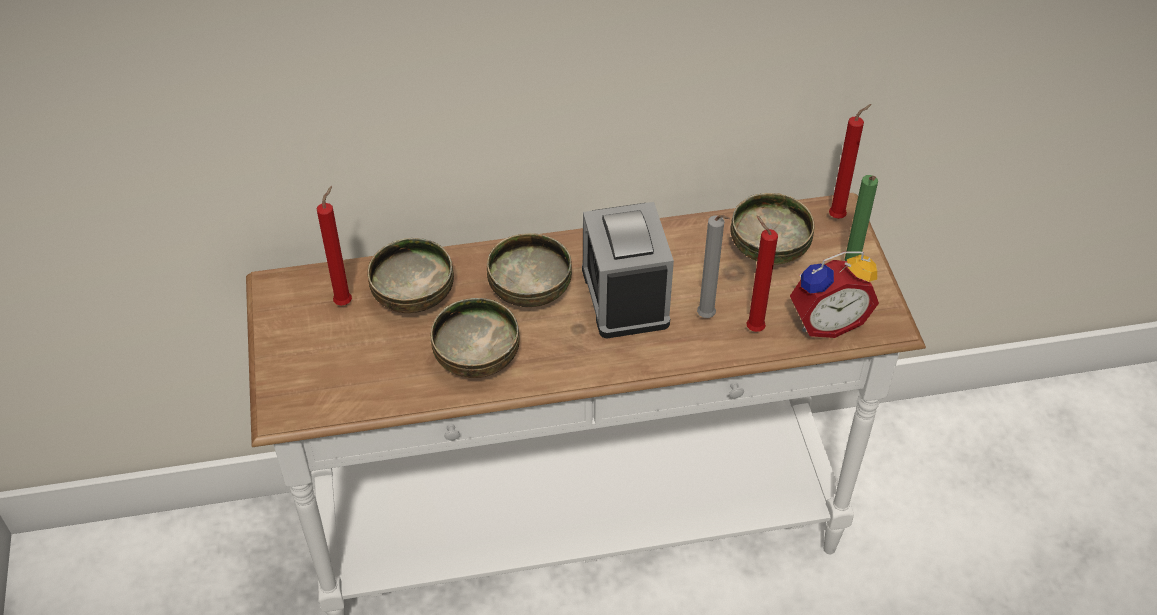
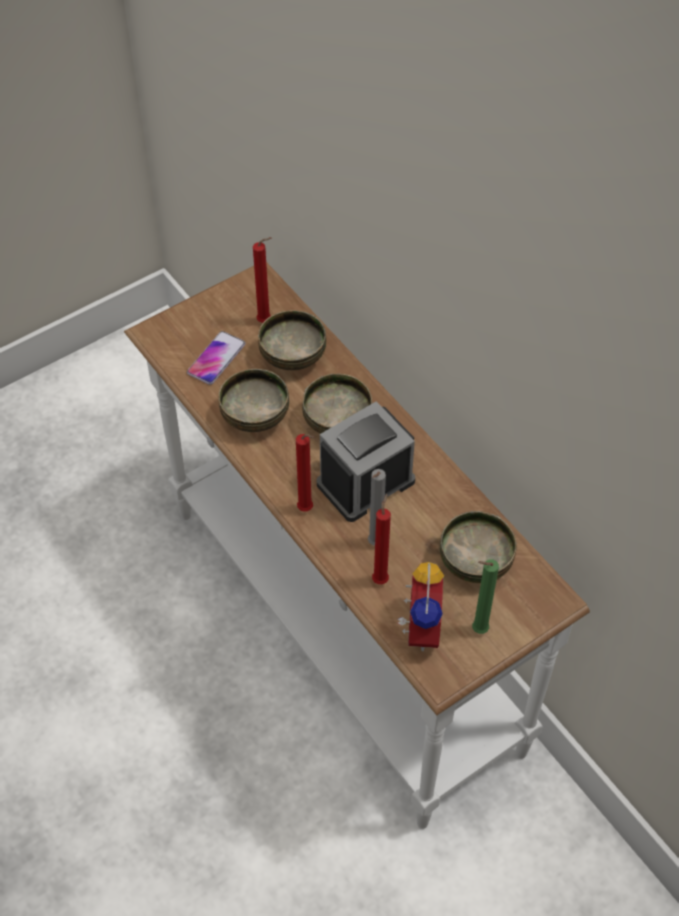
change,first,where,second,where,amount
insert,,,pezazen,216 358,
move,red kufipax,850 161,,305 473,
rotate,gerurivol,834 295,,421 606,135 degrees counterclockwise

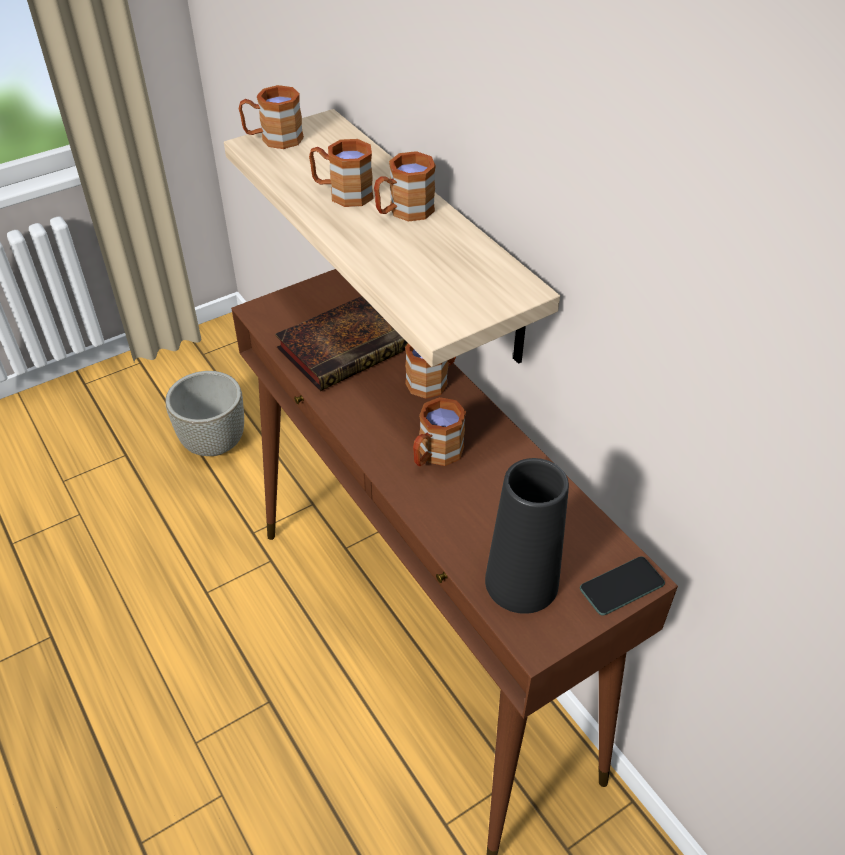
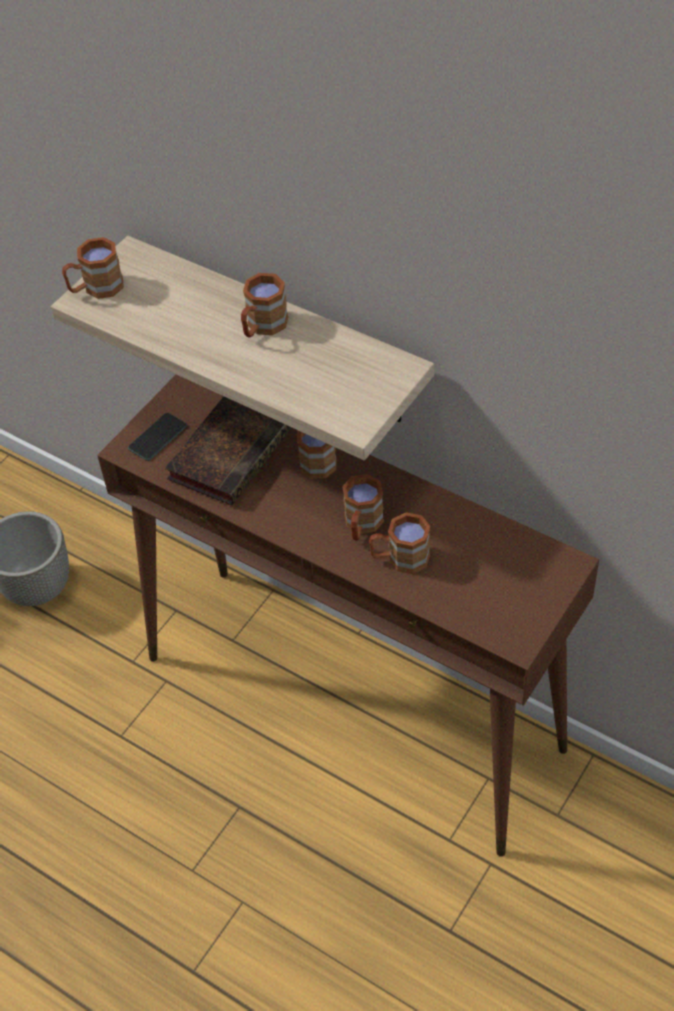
change,first,where,second,where,amount
delete,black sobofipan,527 536,,,
move,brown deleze,341 173,,399 543,
move,pezazen,622 586,,157 437,

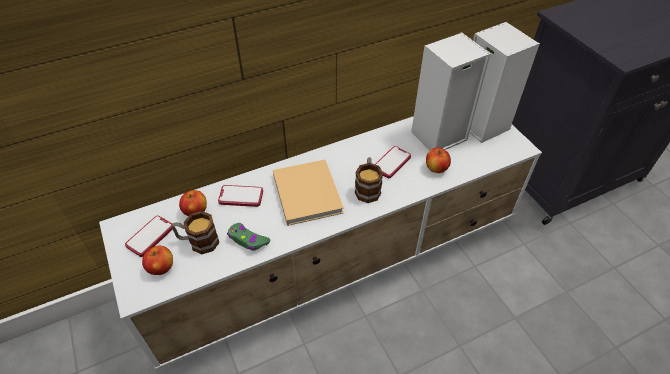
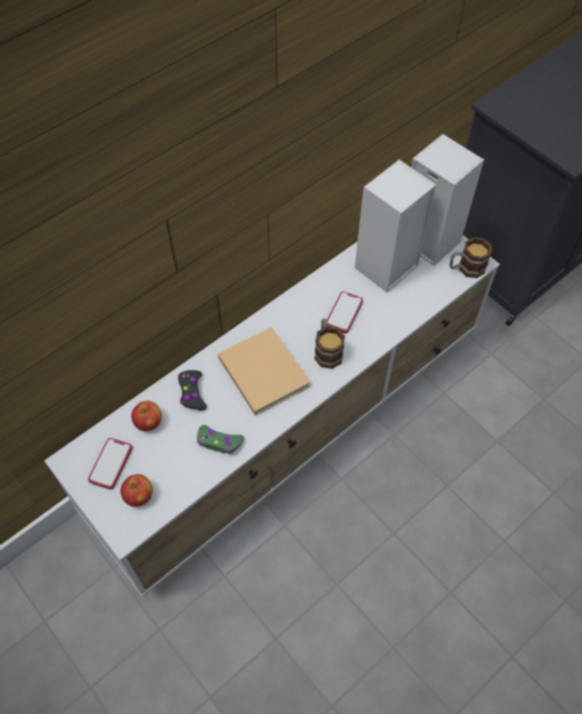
change,first,where,second,where,amount
delete,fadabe,438 160,,,
move,deleze,195 232,,471 257,
replace,pezazen,240 196,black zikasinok,192 390,

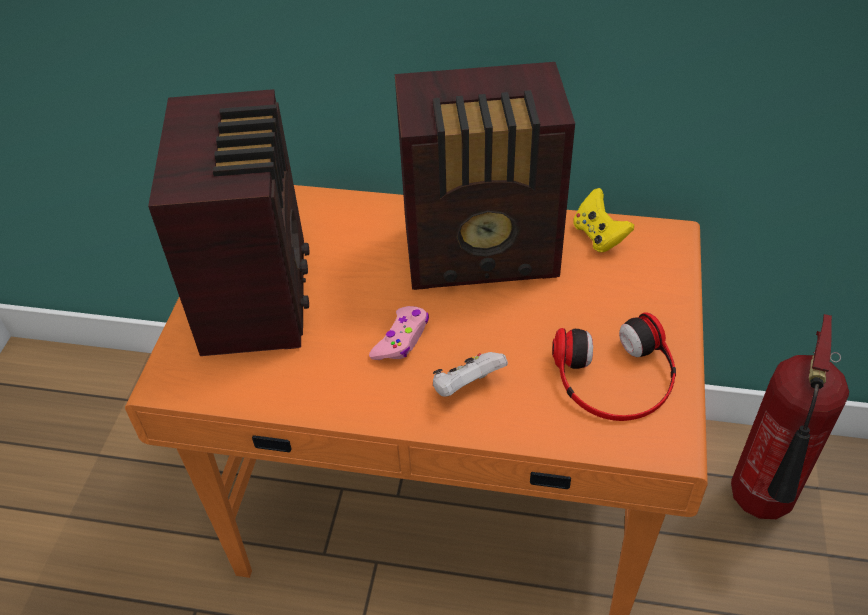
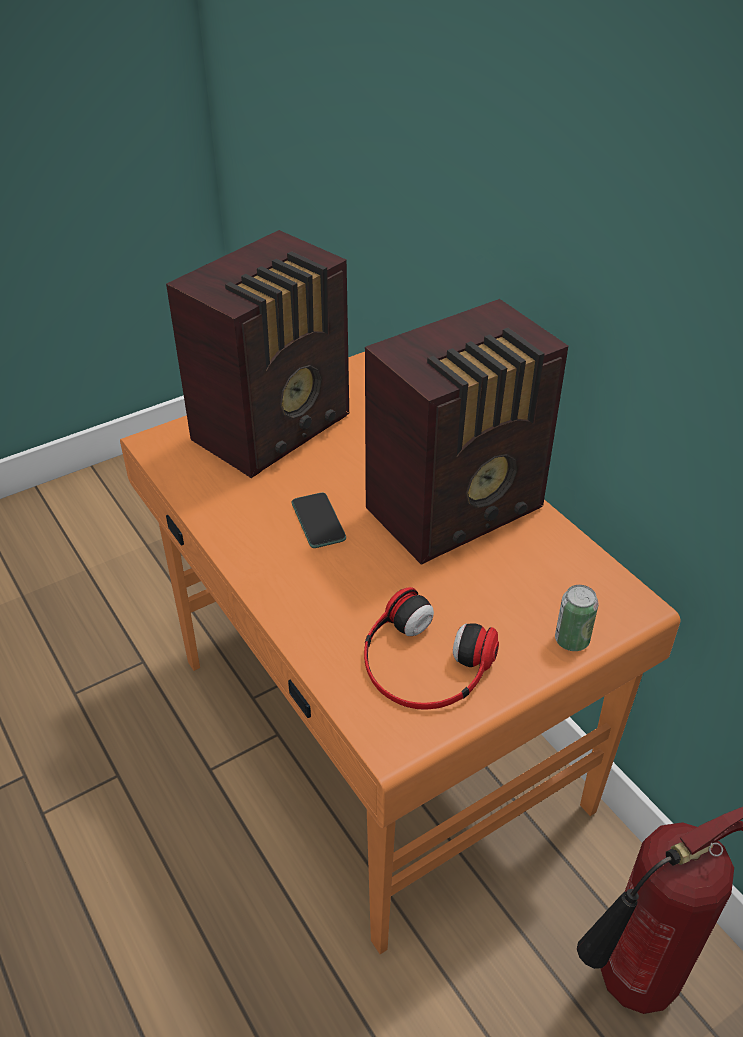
change,first,where,second,where,amount
delete,white zikasinok,470 374,,,
delete,yellow zikasinok,603 220,,,
insert,,,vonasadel,576 618,
replace,pink zikasinok,399 333,pezazen,319 520,
rotate,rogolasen,485 176,,467 432,75 degrees counterclockwise

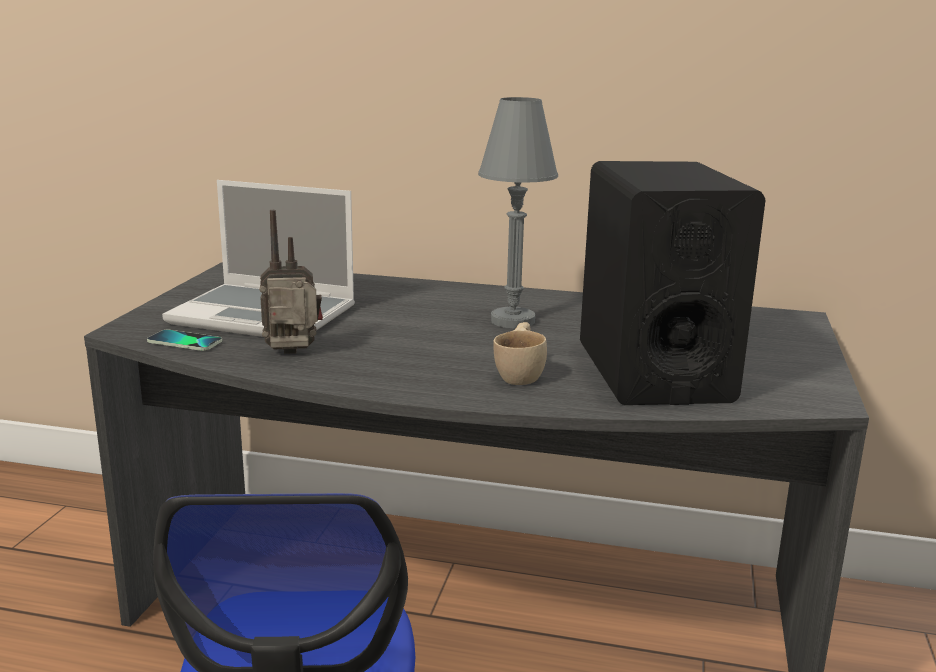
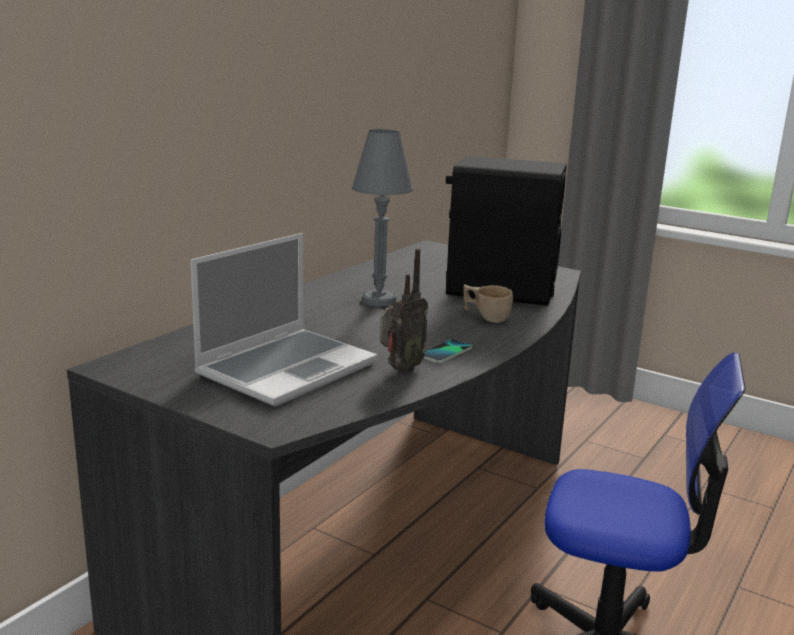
change,first,where,second,where,amount
move,pezazen,184 340,,448 351,
rotate,rogolasen,291 282,,404 310,150 degrees counterclockwise

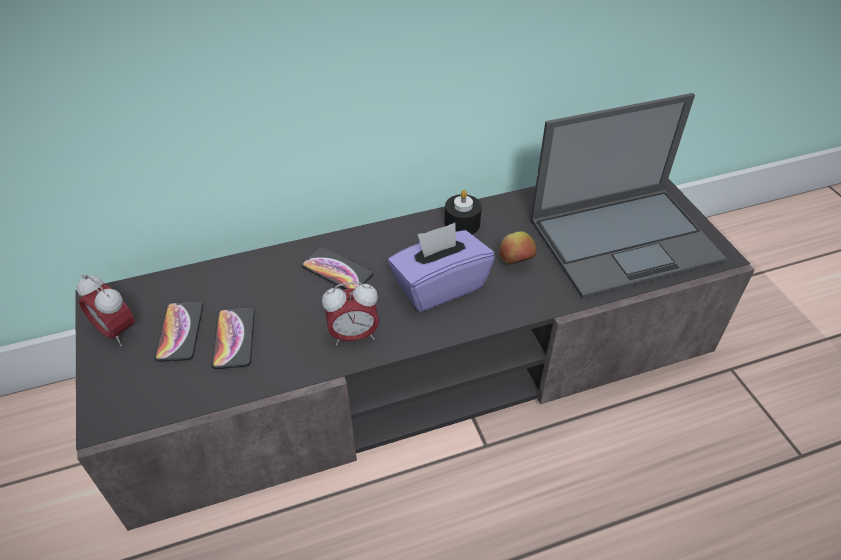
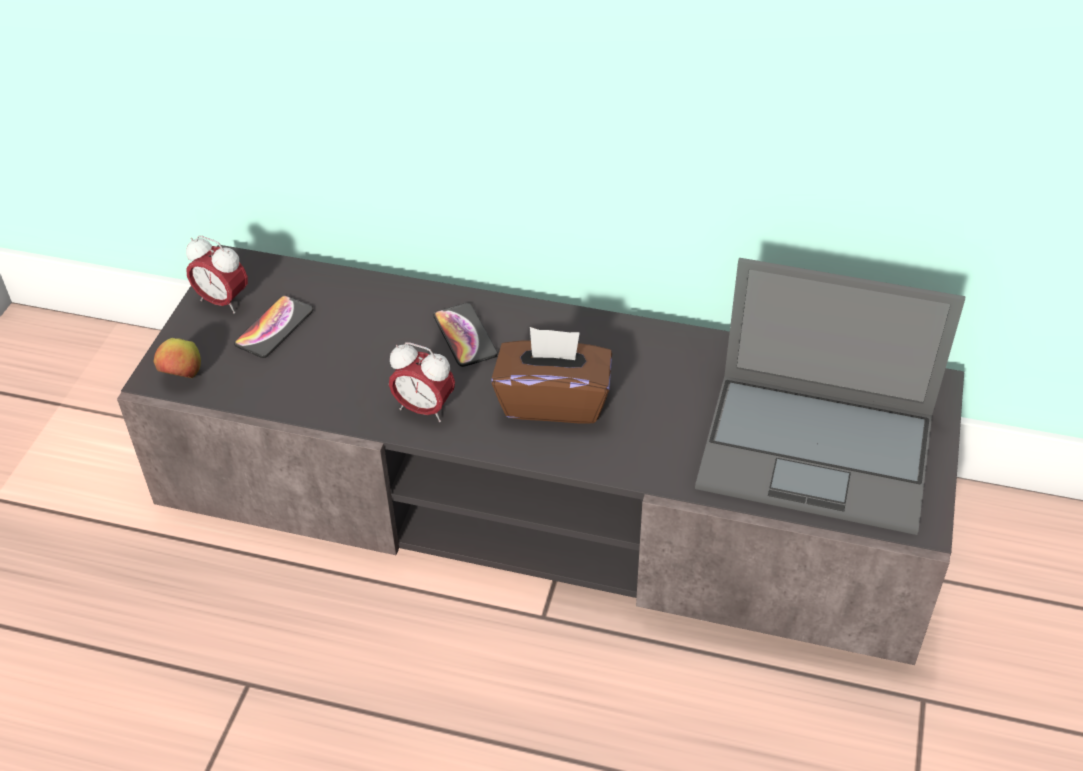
change,first,where,second,where,amount
delete,pezazen,233 338,,,
delete,black kufipax,463 212,,,
move,fadabe,518 247,,177 358,
recolor,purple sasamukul,441 267,brown sasamukul,551 375,
rotate,gerurivol,106 310,,217 274,45 degrees counterclockwise

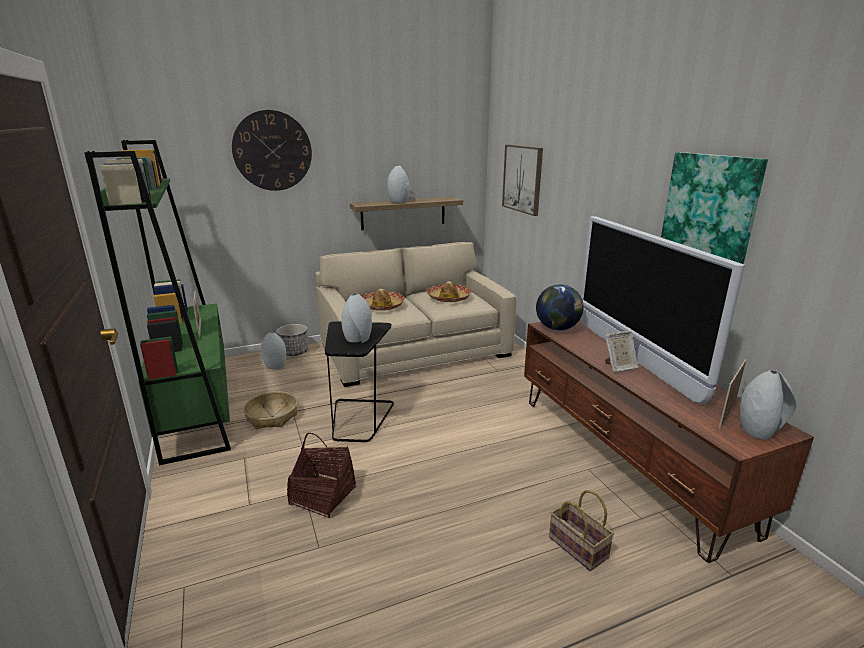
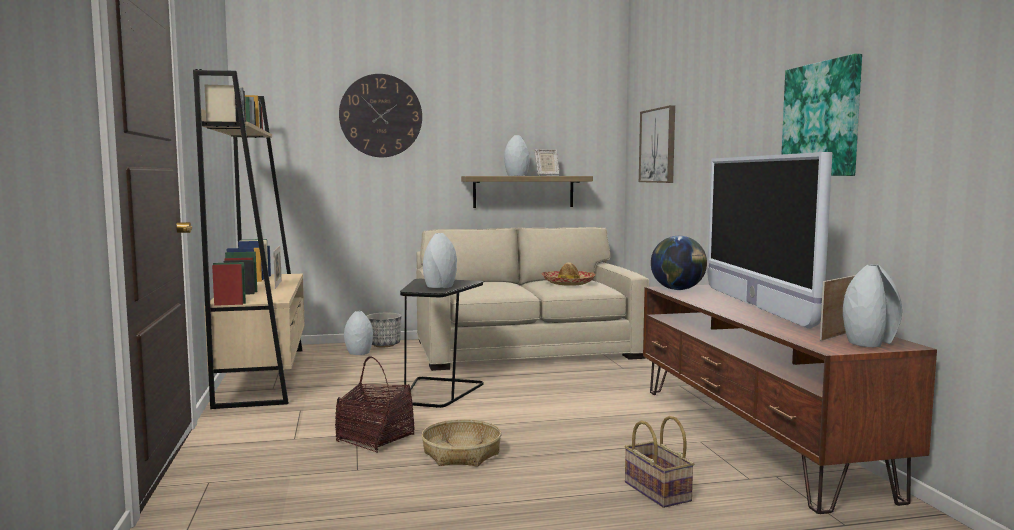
change,first,where,second,where,amount
delete,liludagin,383 300,,,
move,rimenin,270 410,,461 443,
move,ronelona,622 352,,547 162,
recolor,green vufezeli,157 302,beige vufezeli,249 239,

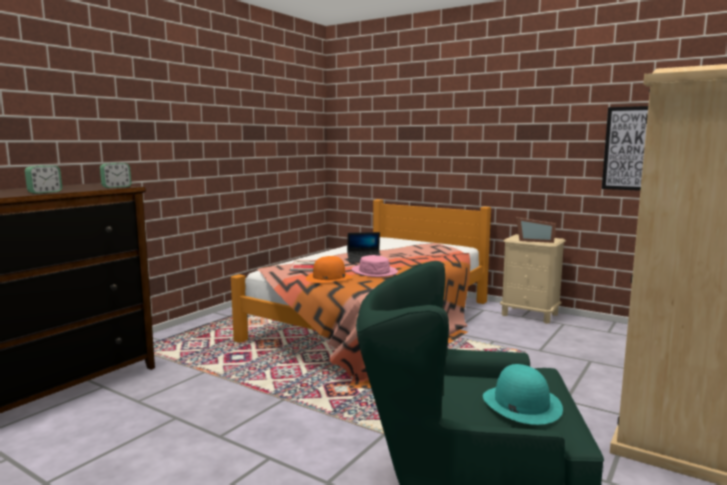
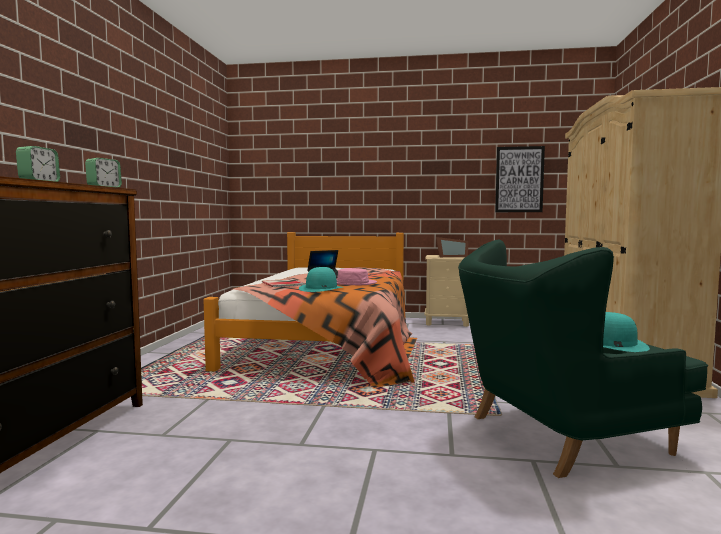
change,first,where,second,where,amount
recolor,orange liludagin,329 269,turquoise liludagin,321 279,

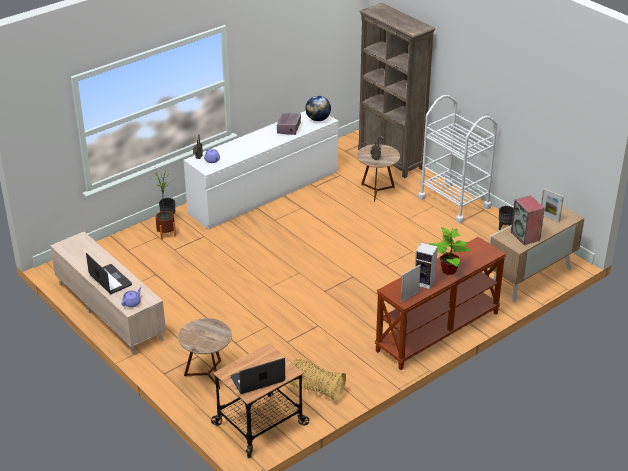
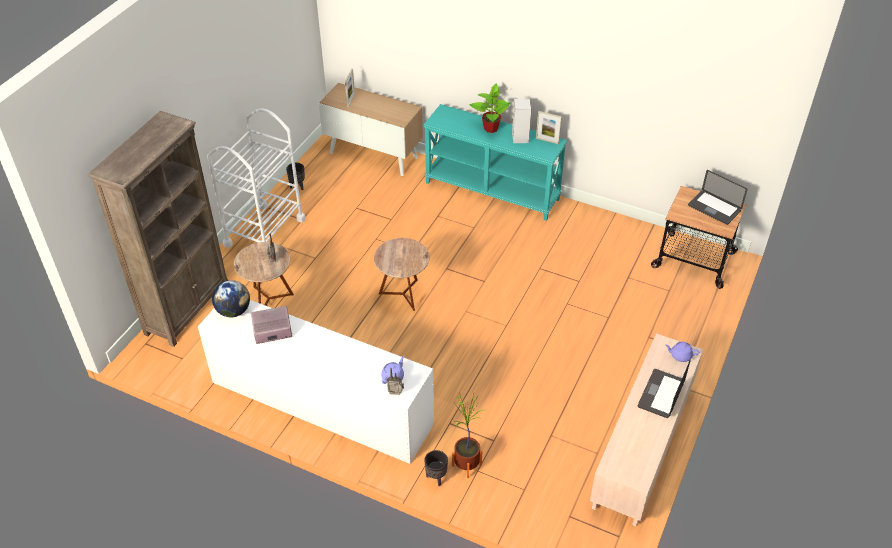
change,first,where,second,where,amount
delete,rimenin,318 380,,,
delete,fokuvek,528 220,,,
move,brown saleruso,205 353,,402 274,
recolor,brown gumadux,440 303,turquoise gumadux,495 162,

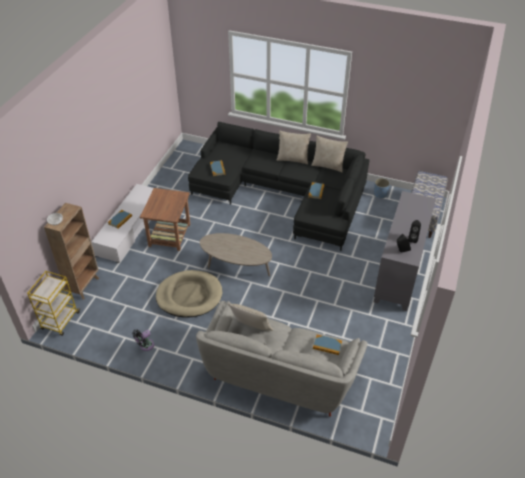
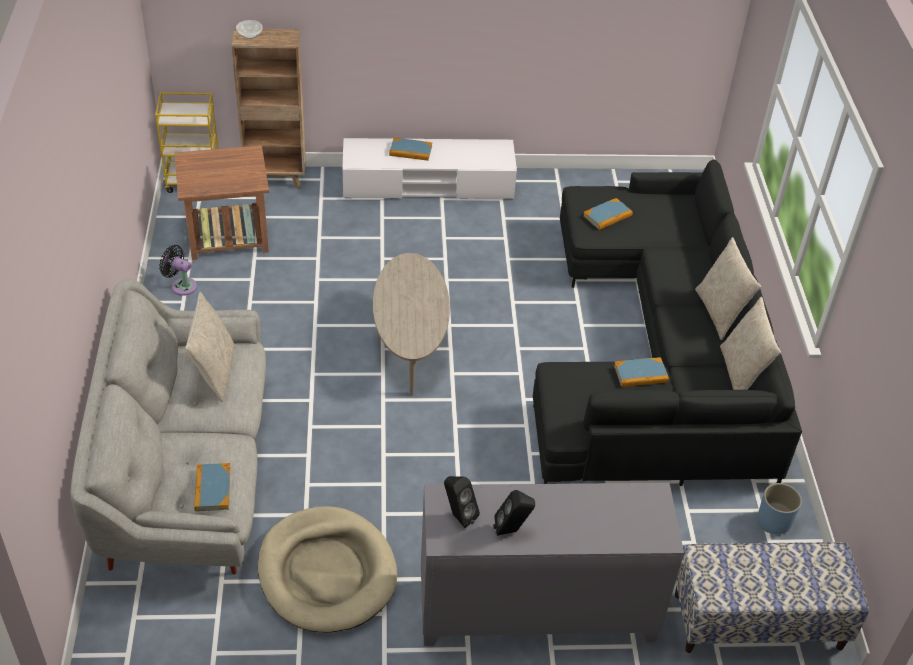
change,first,where,second,where,amount
move,brown saleruso,165 219,,222 202,
move,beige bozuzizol,189 294,,327 569,

